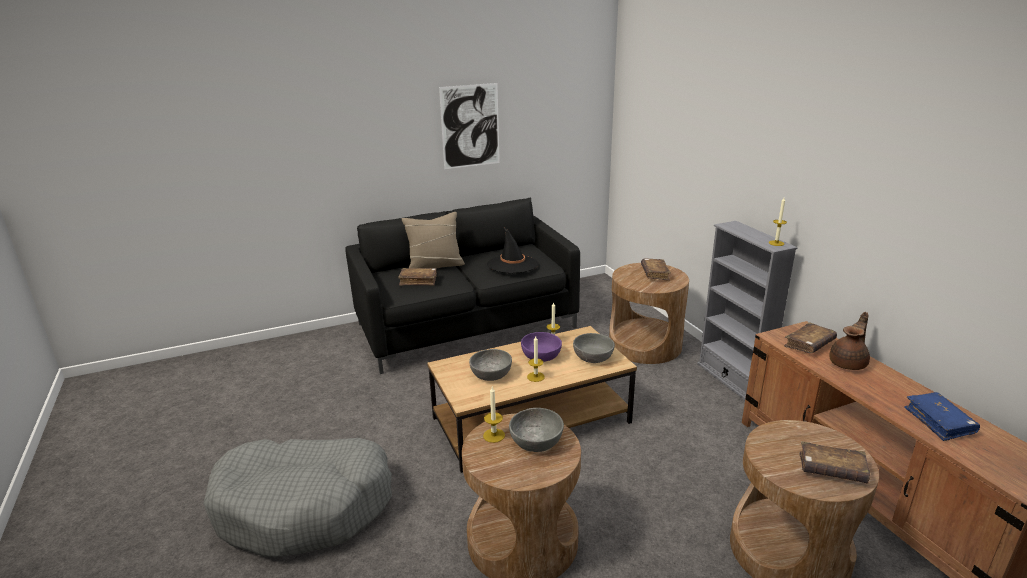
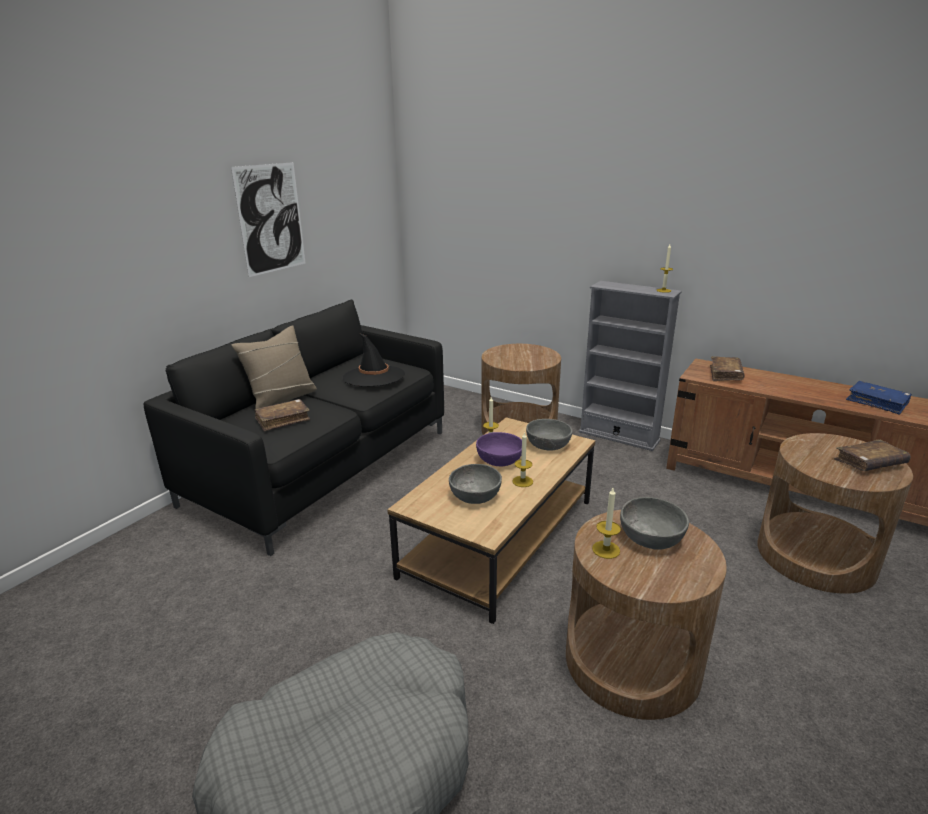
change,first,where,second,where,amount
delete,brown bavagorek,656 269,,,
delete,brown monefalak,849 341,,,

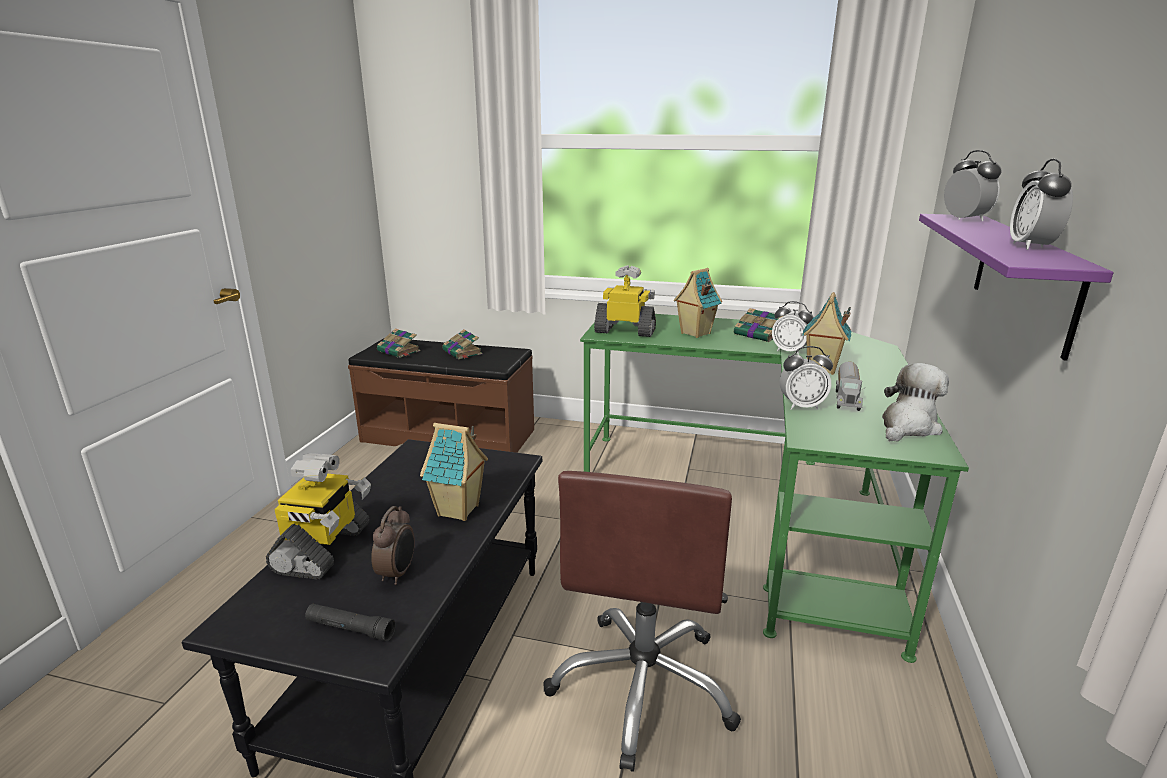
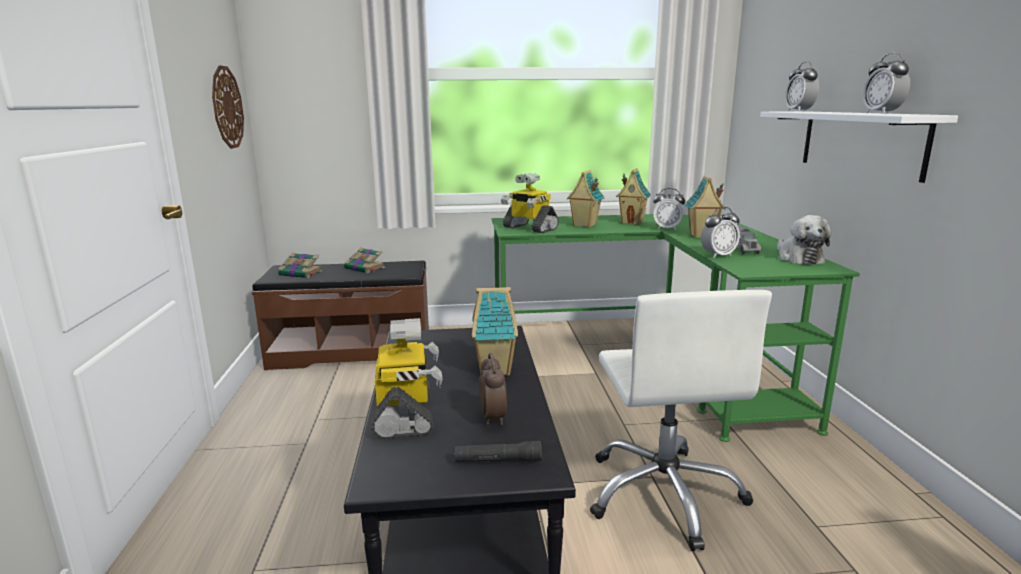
change,first,where,second,where,amount
insert,,,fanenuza,228 107,
replace,bavagorek,758 325,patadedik,633 196,
recolor,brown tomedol,642 621,white tomedol,681 420,
recolor,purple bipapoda,1016 287,white bipapoda,859 147,
rotate,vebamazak,625 301,,530 203,135 degrees counterclockwise
rotate,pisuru,915 402,,804 240,150 degrees clockwise
rotate,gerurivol,973 185,,802 86,150 degrees counterclockwise

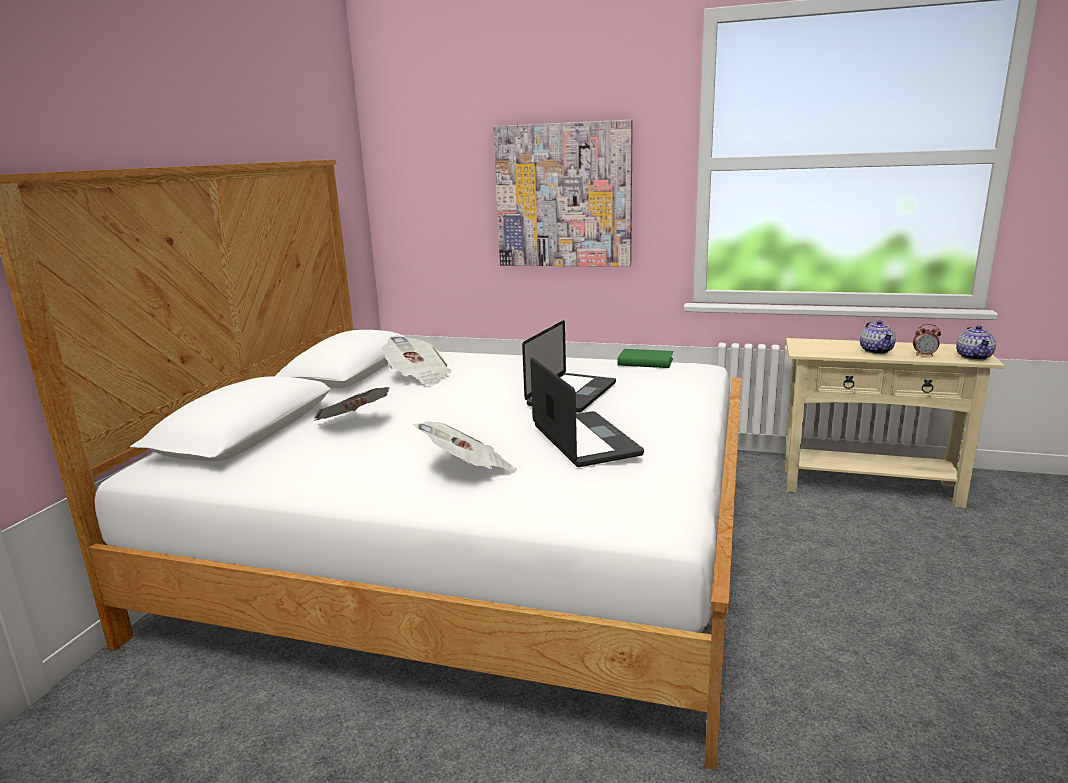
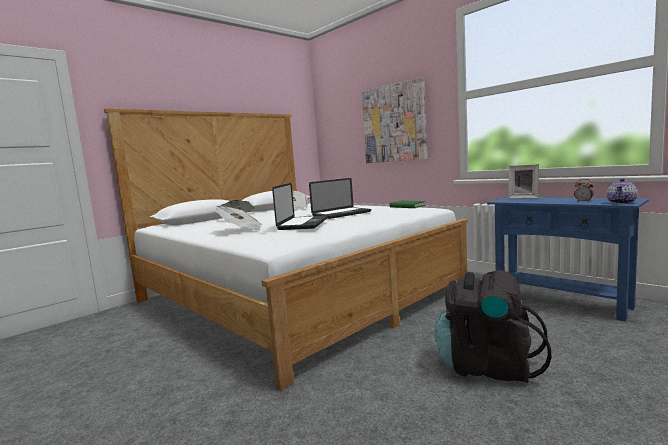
change,first,where,second,where,amount
delete,monefalak,878 337,,,
insert,,,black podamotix,493 326,
insert,,,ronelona,523 181,
recolor,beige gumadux,894 423,blue gumadux,568 259,

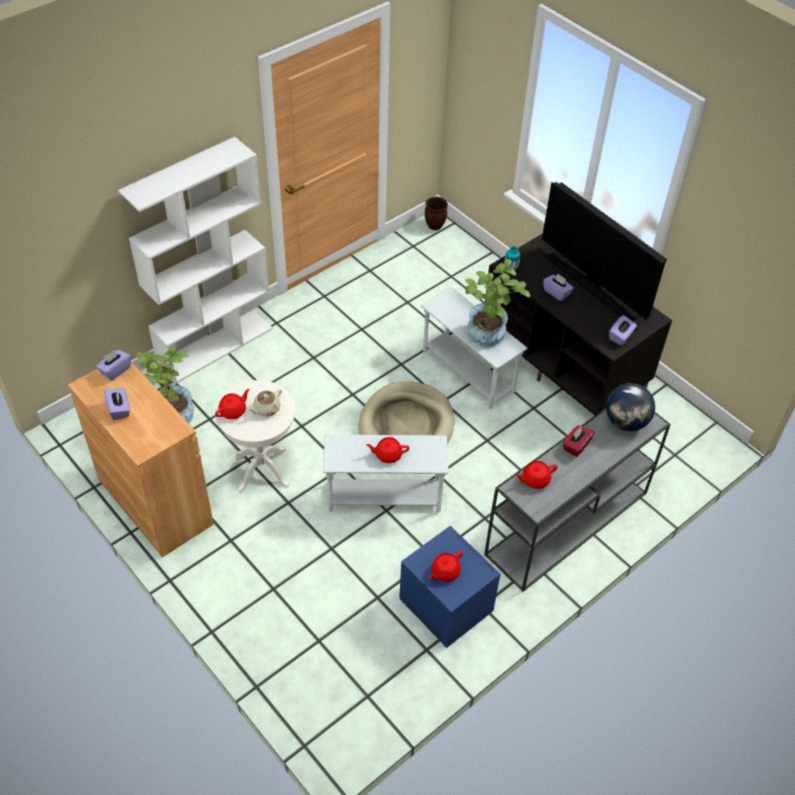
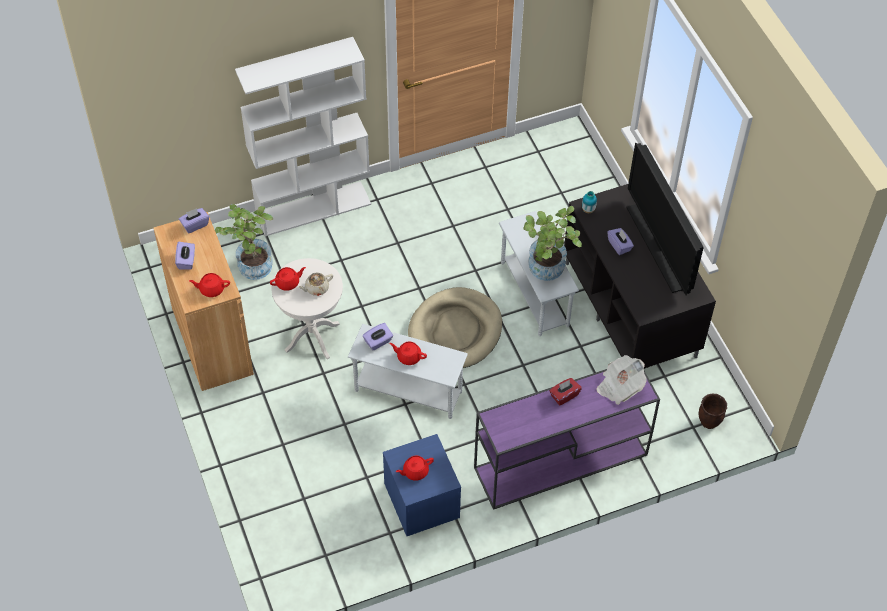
change,first,where,second,where,amount
move,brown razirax,436 213,,713 411,
move,red monefalak,536 475,,209 285,
move,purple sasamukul,623 330,,378 337,
replace,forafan,630 407,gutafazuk,622 380,
recolor,grey gumadux,577 500,purple gumadux,567 439,

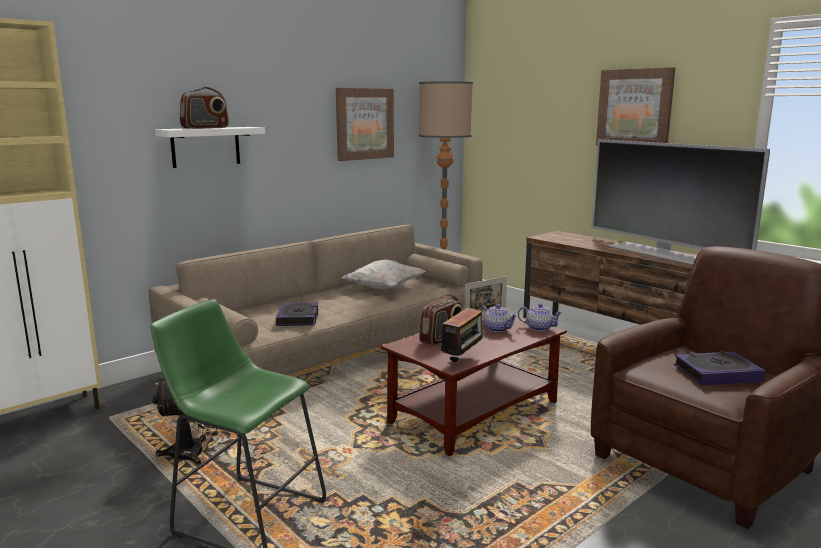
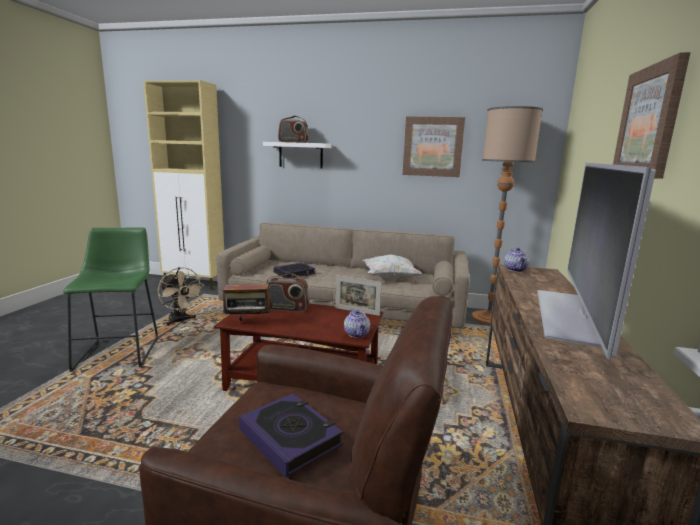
change,first,where,second,where,amount
move,monefalak,498 318,,516 260,

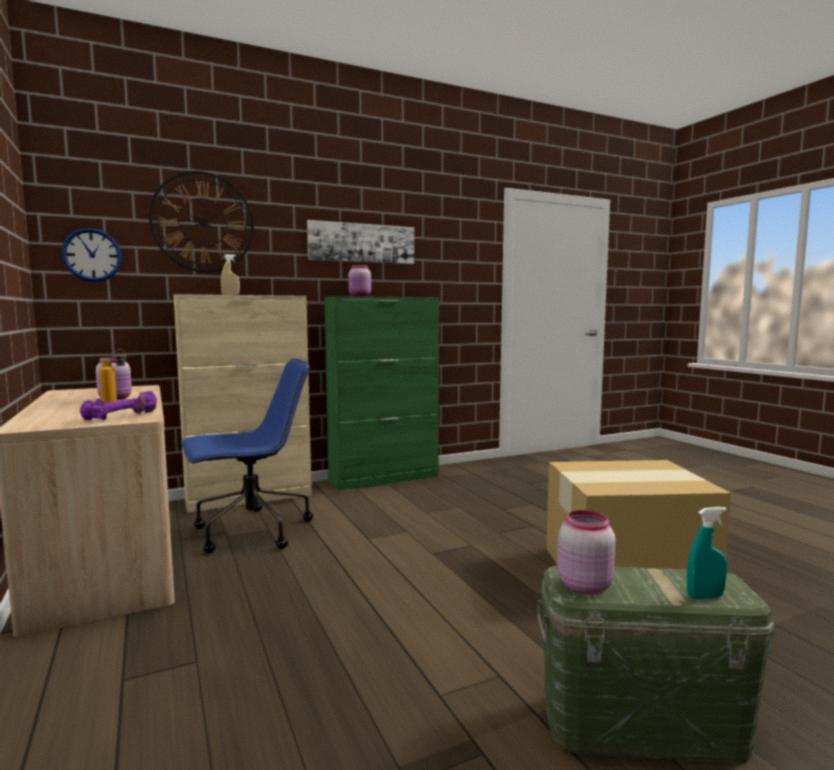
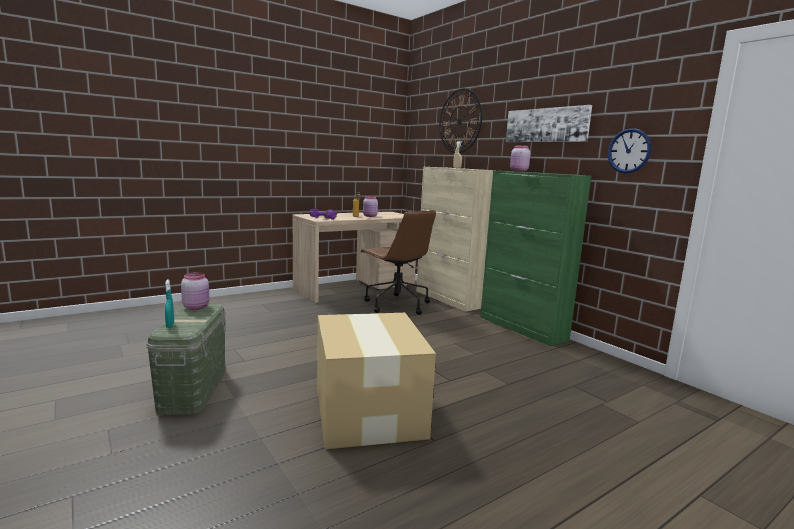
change,first,where,second,where,amount
move,fanenuza,91 255,,629 150,
recolor,blue tomedol,247 455,brown tomedol,398 262,

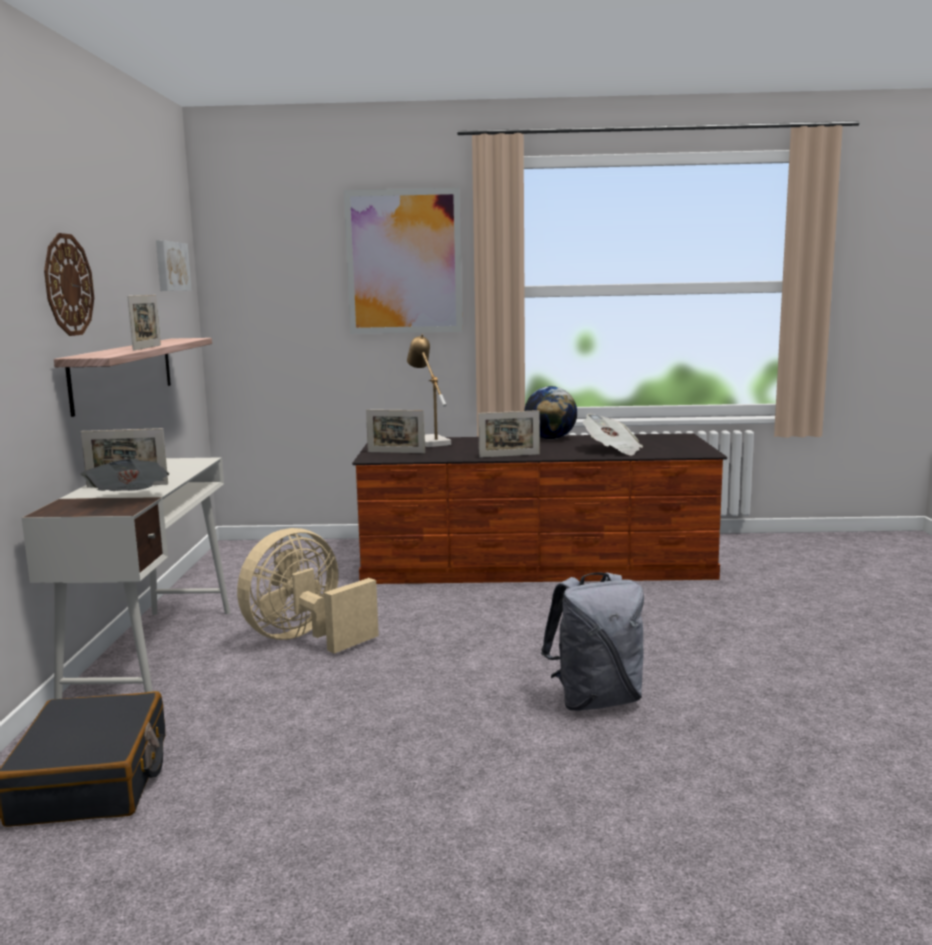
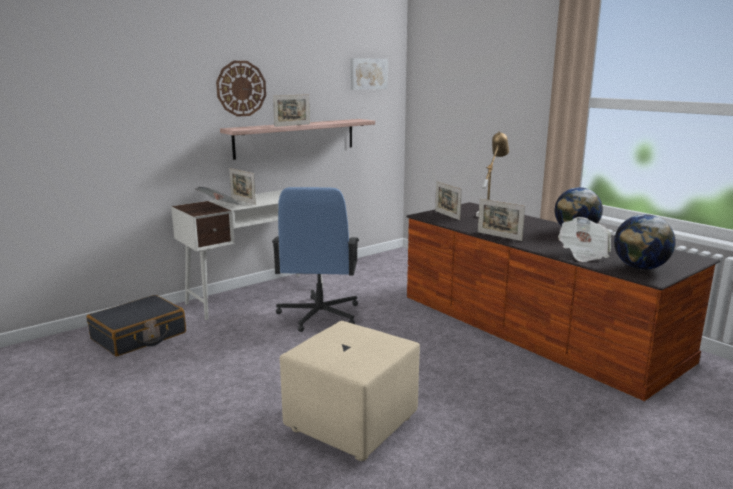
change,first,where,second,where,amount
delete,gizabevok,403 261,,,
insert,,,forafan,645 242,
replace,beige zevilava,308 591,blue tomedol,315 259,
replace,grey podamotix,592 641,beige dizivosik,350 391,

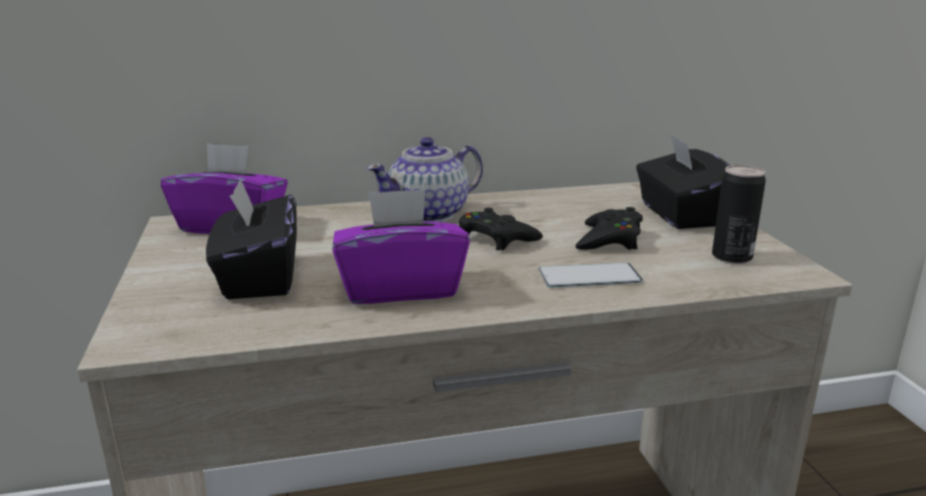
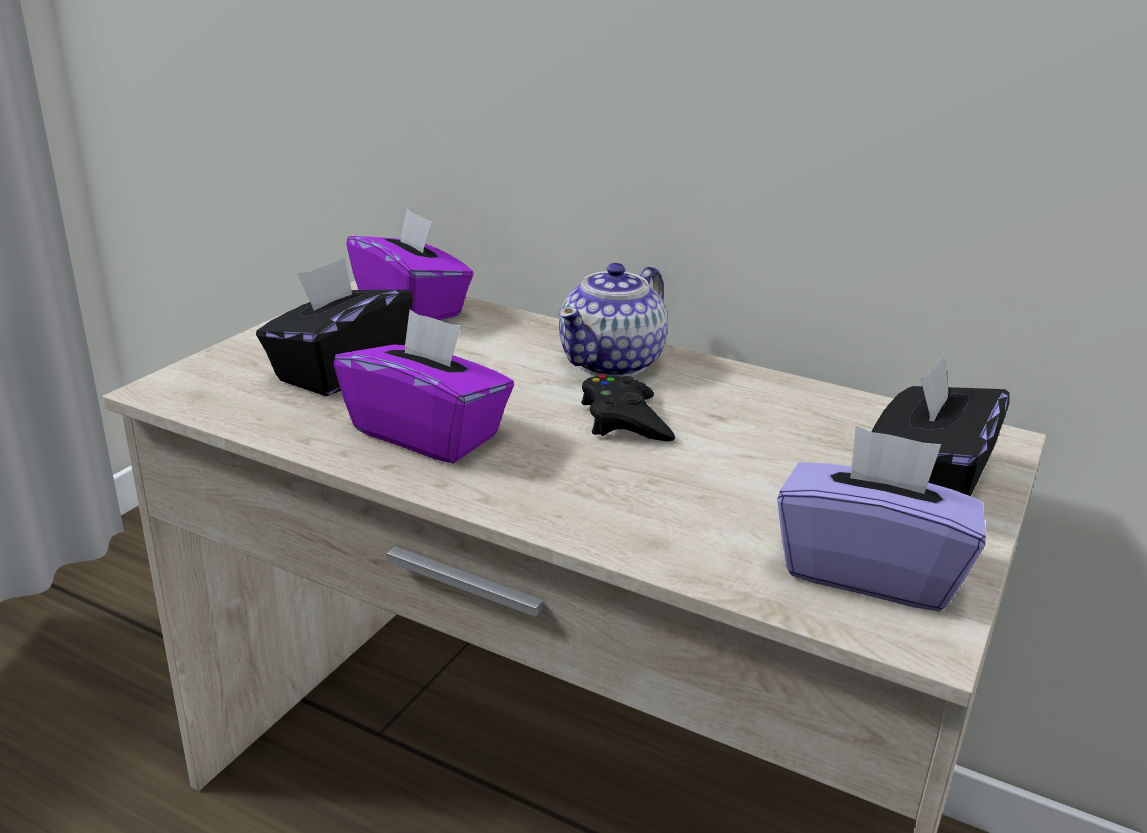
change,first,where,second,where,amount
delete,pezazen,591 275,,,
delete,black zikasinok,609 228,,,
replace,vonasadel,739 214,purple sasamukul,881 518,
rotate,monefalak,425 179,,613 320,60 degrees counterclockwise

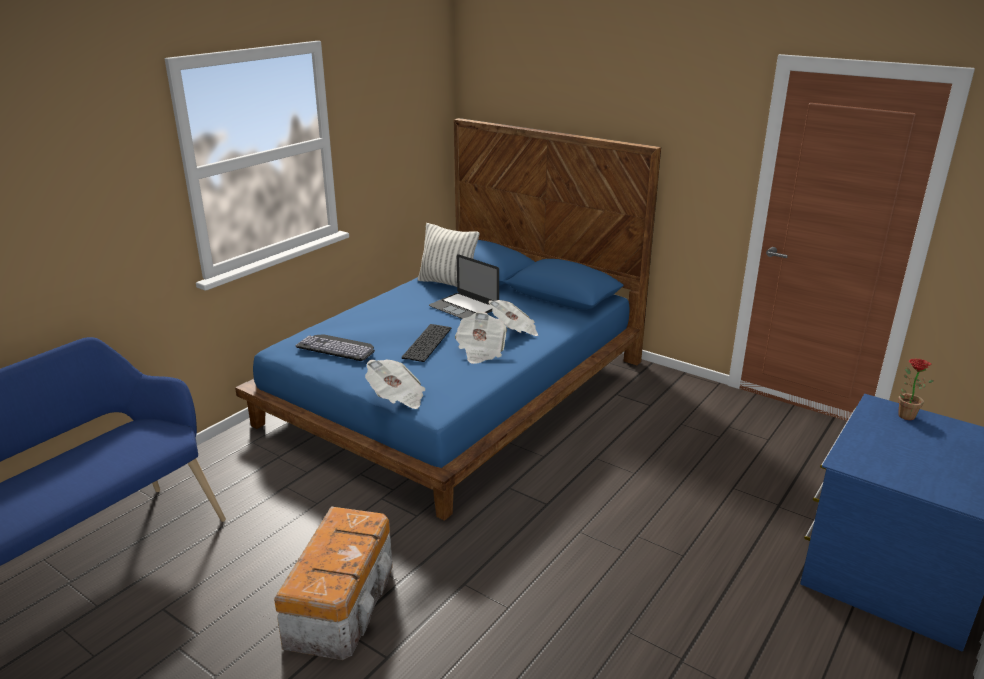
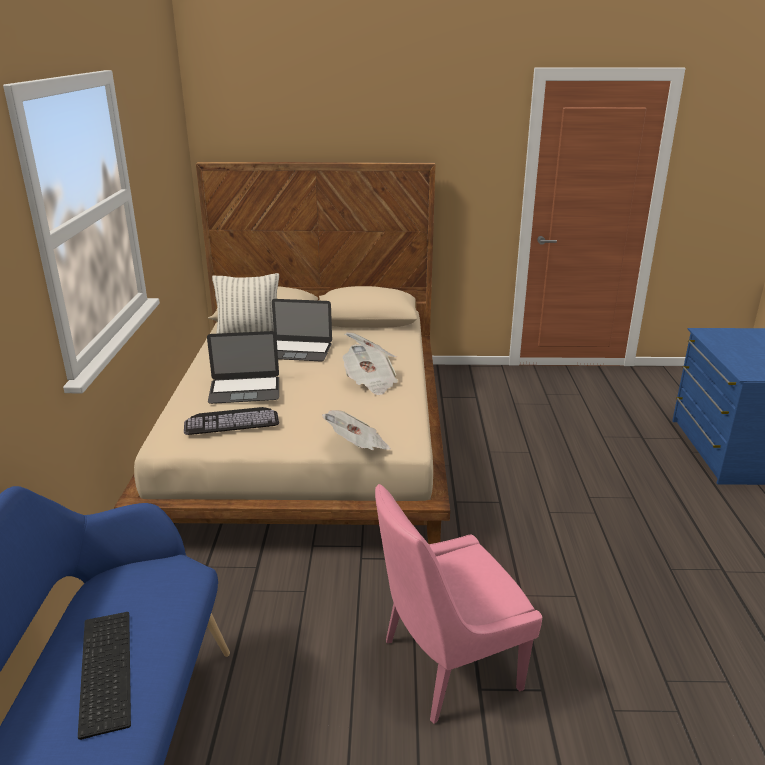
change,first,where,second,where,amount
delete,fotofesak,916 389,,,
insert,,,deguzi,243 367,
move,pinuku,426 343,,104 676,
replace,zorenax,333 583,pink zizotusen,458 604,
recolor,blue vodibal,448 319,beige vodibal,282 353,

